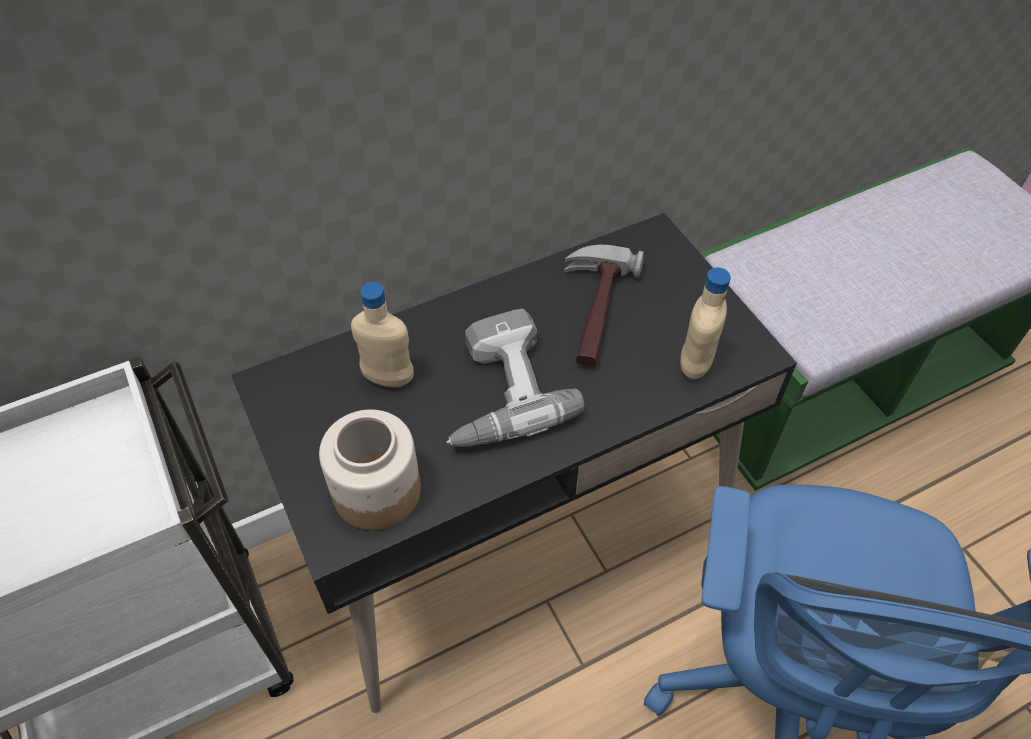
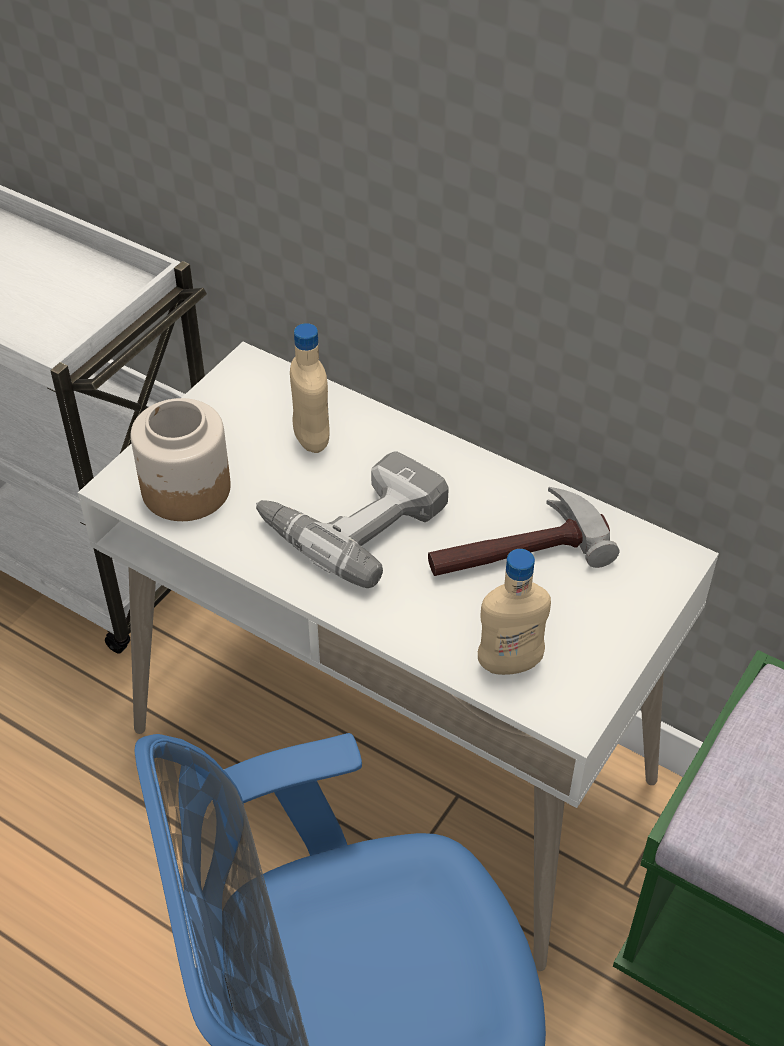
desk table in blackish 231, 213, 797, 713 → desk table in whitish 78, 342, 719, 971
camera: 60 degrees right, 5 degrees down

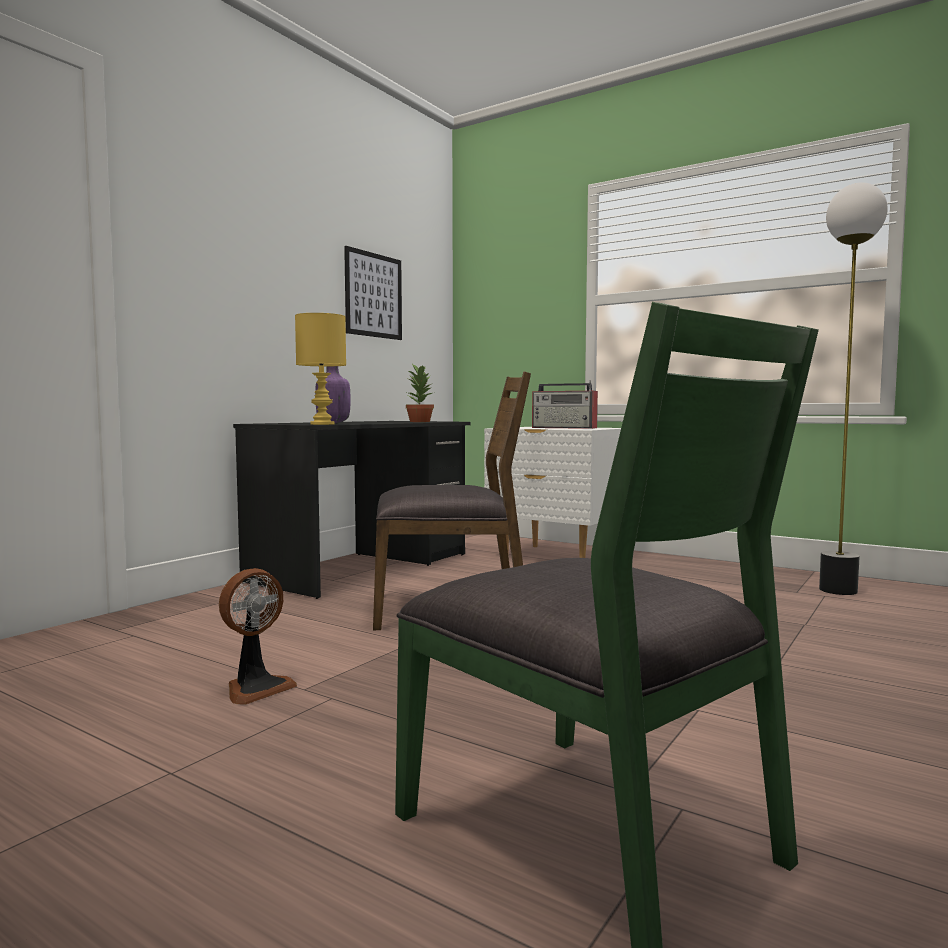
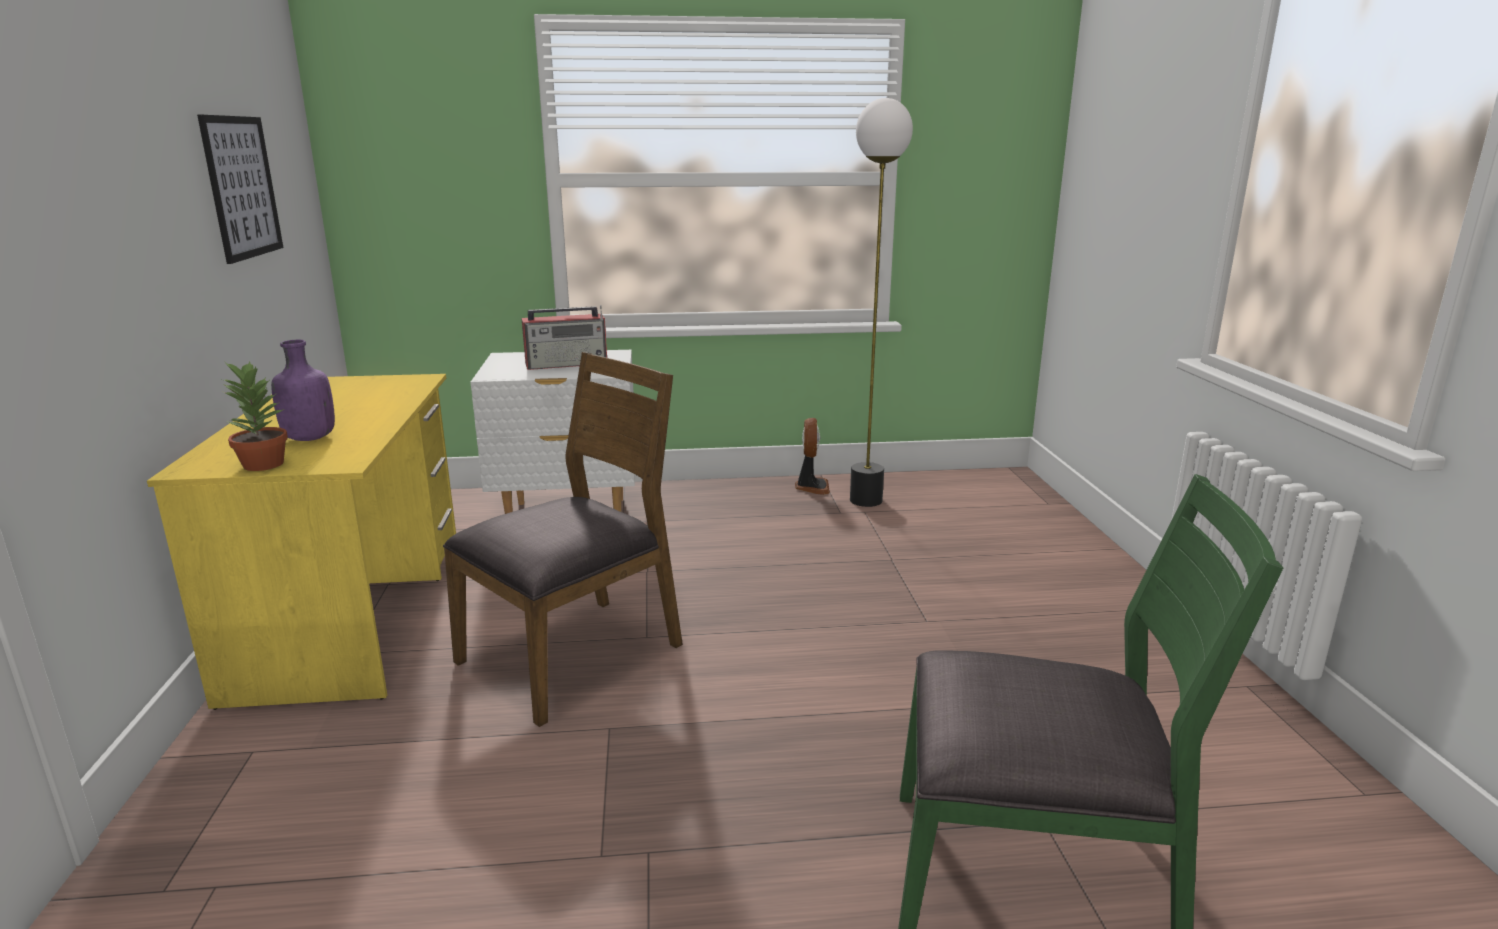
table lamp in yellow-coloured 295, 313, 346, 425 → -
potted plant 406, 364, 435, 422 → potted plant 222, 361, 288, 471, relocated
desk table in blackish 233, 421, 470, 599 → desk table in yellow-coloured 147, 374, 456, 710
fan 219, 568, 297, 705 → fan 795, 418, 830, 495, relocated
camera: 40 degrees left, 15 degrees up

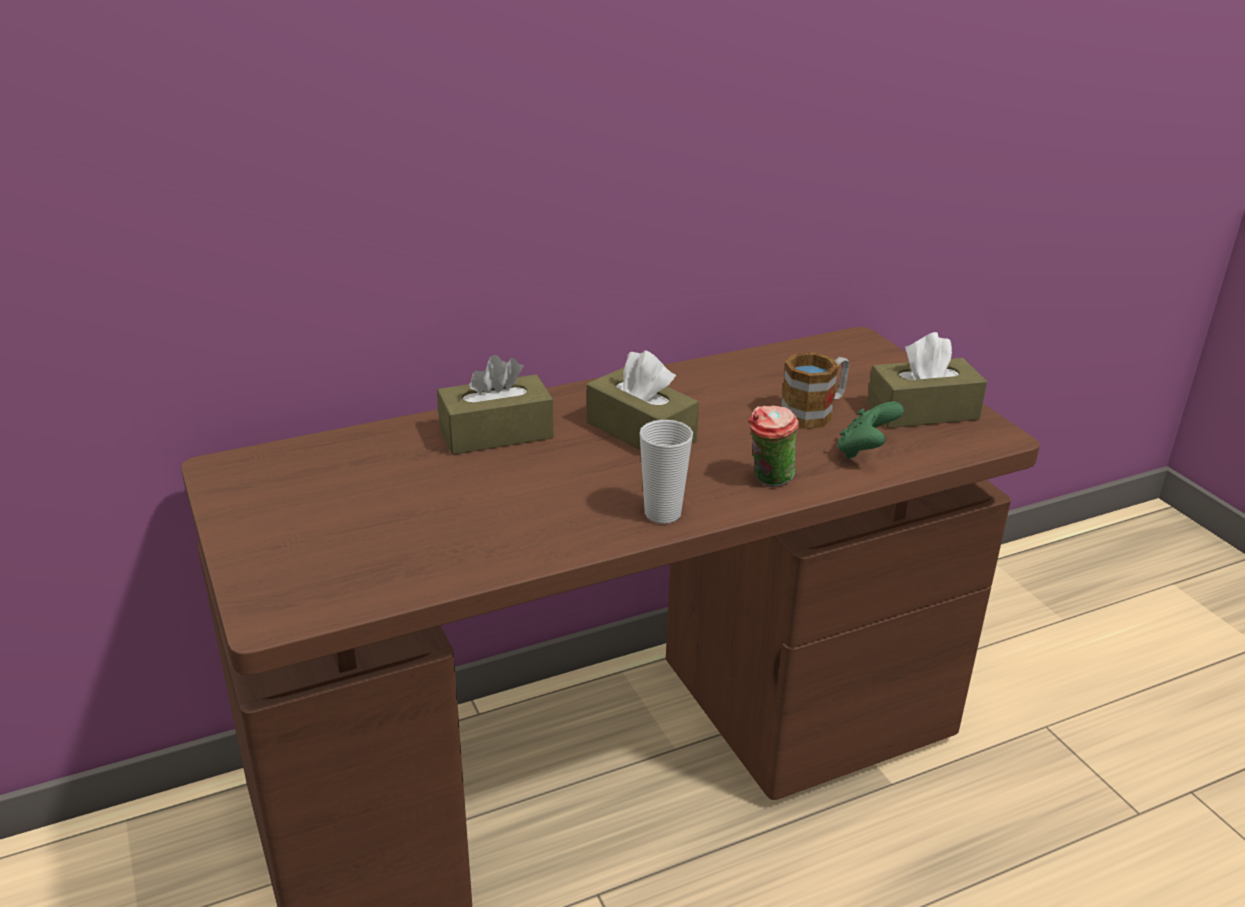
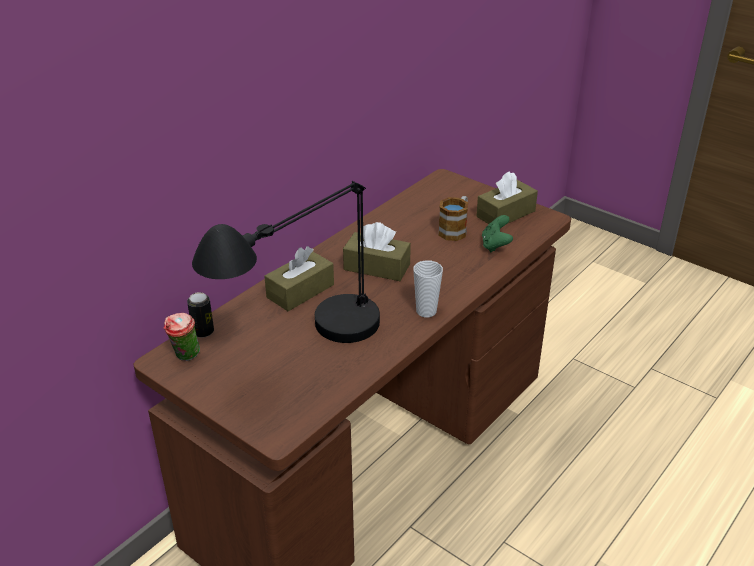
small cup 748, 406, 799, 487 → small cup 163, 313, 200, 361, relocated
- → table lamp in blackish 192, 181, 380, 343
- → can 187, 292, 214, 338
camera: 25 degrees left, 5 degrees up

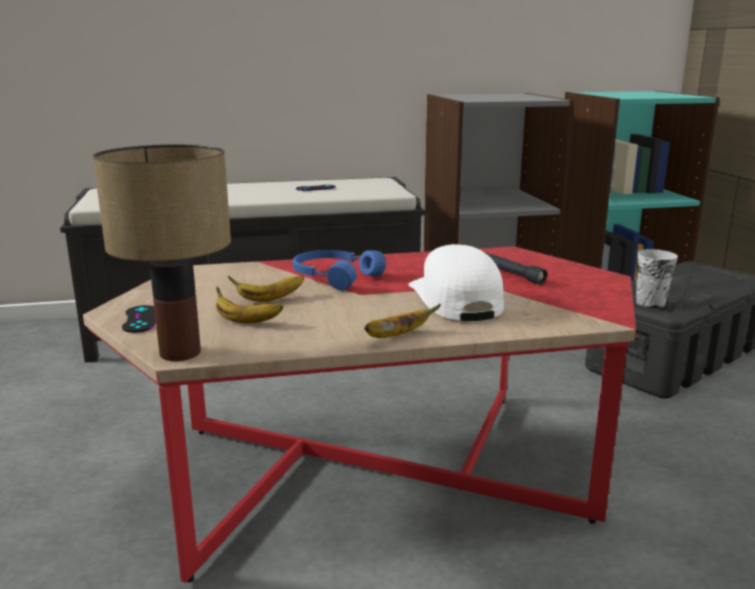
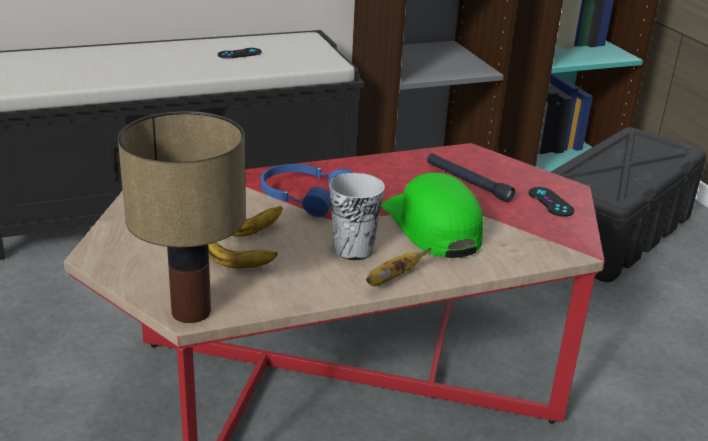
peaked cap in whitish 408, 244, 504, 321 → peaked cap in greenish 381, 173, 483, 258
small cup 636, 249, 678, 308 → small cup 329, 173, 385, 260, relocated
game controller in blackish 122, 305, 156, 333 → game controller in blackish 529, 187, 575, 217, relocated
camera: 10 degrees left, 10 degrees up

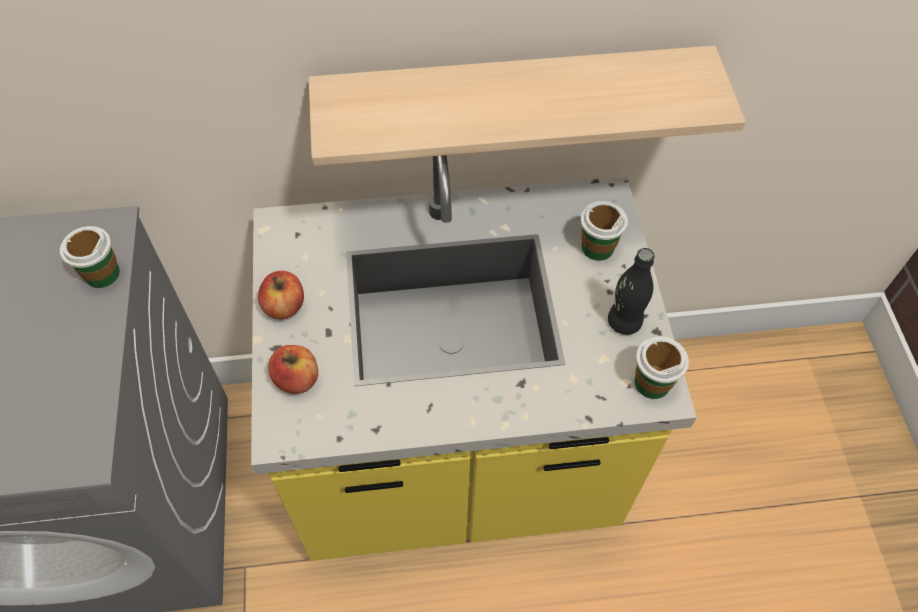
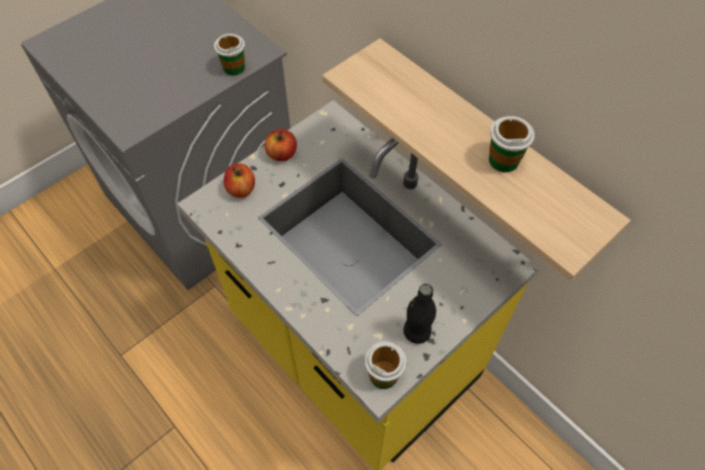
small cup 580, 201, 628, 261 → small cup 489, 116, 535, 172, relocated
camera: 55 degrees right, 0 degrees up

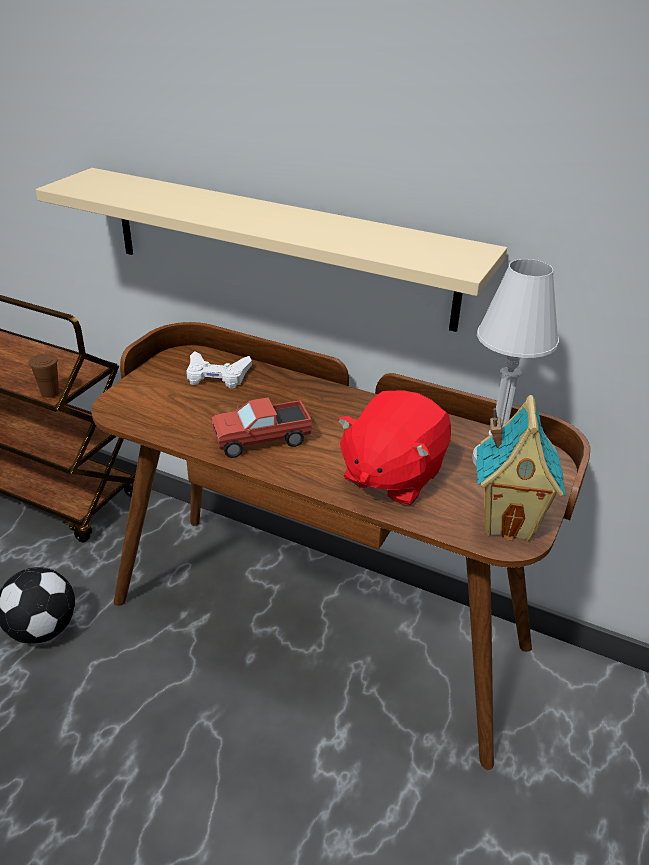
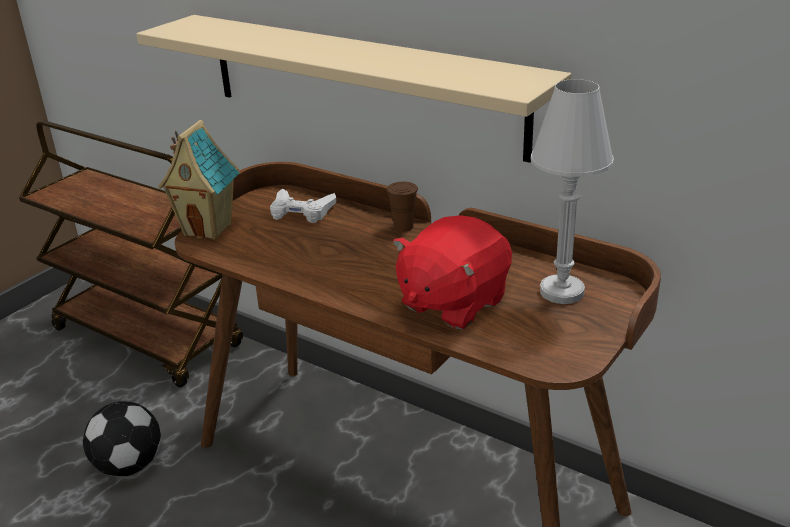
small cup in brownish 29, 354, 59, 398 → small cup in brownish 387, 182, 418, 232, relocated
model house 477, 395, 565, 542 → model house 158, 120, 239, 240, relocated
toy truck 211, 398, 312, 458 → -
camera: 10 degrees right, 5 degrees down

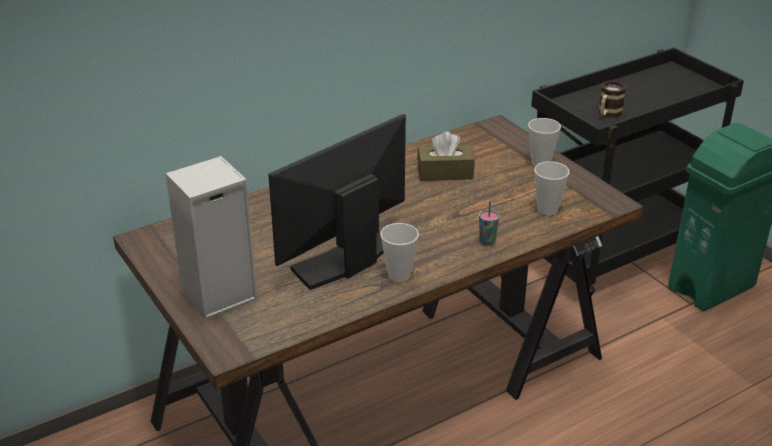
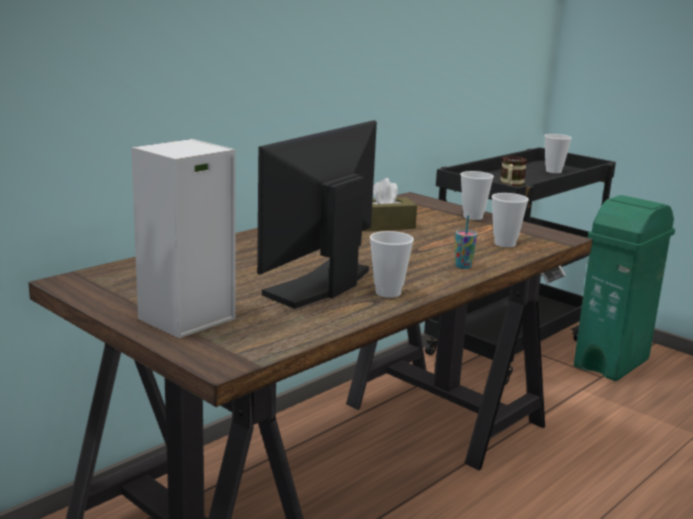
- → small cup 545, 134, 572, 173
camera: 15 degrees left, 15 degrees down

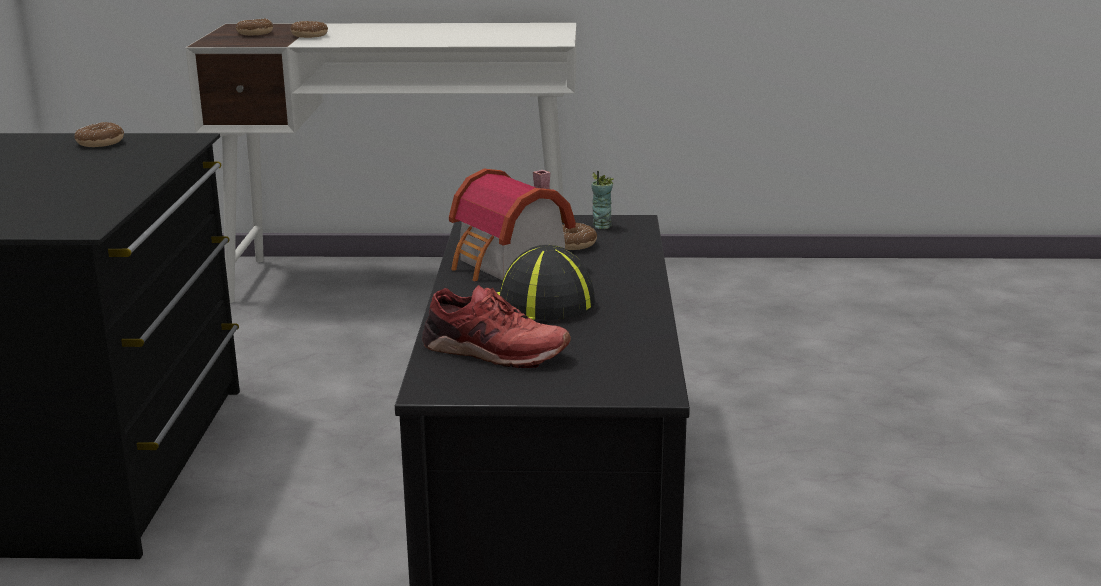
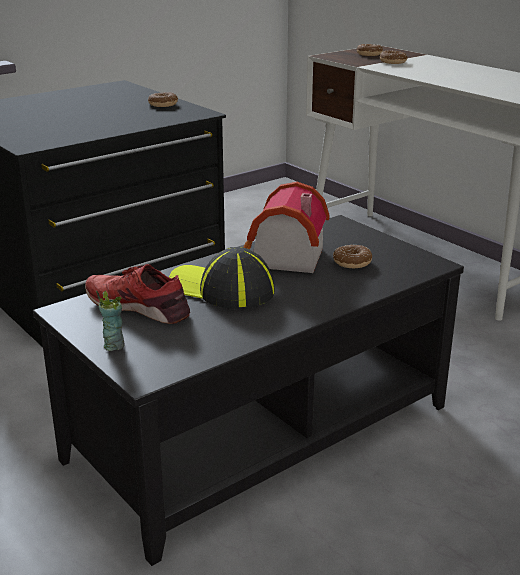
small cup 591, 171, 614, 229 → small cup 96, 290, 125, 351, relocated
low shoe in red-coloured 422, 285, 571, 368 → low shoe in red-coloured 85, 264, 190, 324, 135 degrees clockwise
camera: 50 degrees right, 5 degrees up

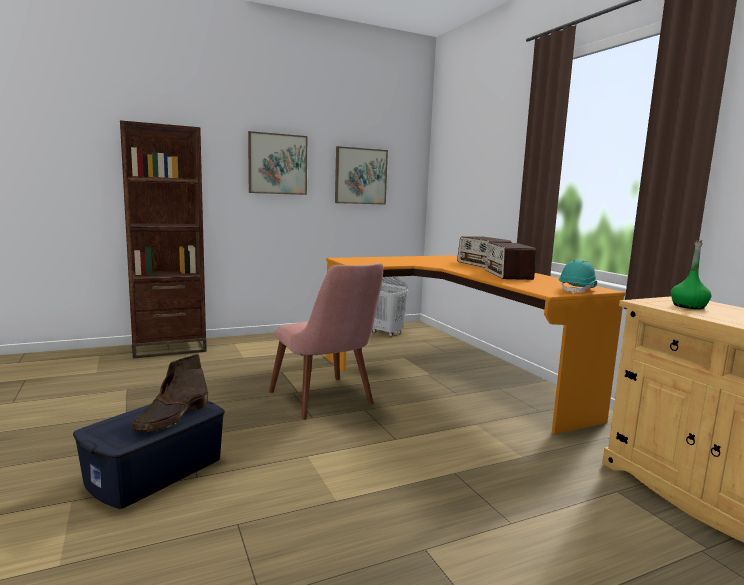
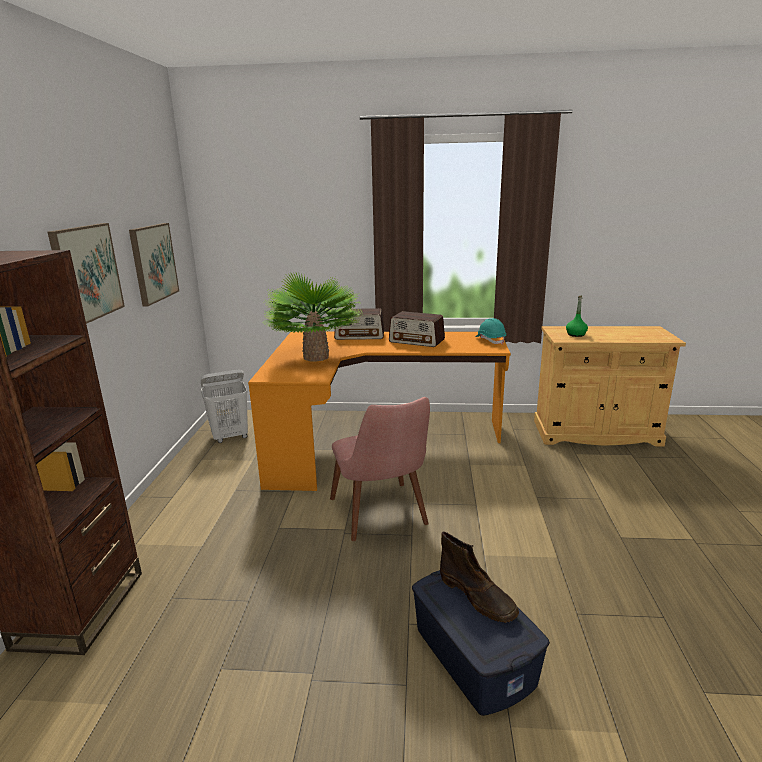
chair in pink-coloured 269, 263, 383, 420 → chair in pink-coloured 330, 397, 430, 541, 75 degrees clockwise
- → potted plant 264, 272, 362, 361
camera: 60 degrees left, 10 degrees up

